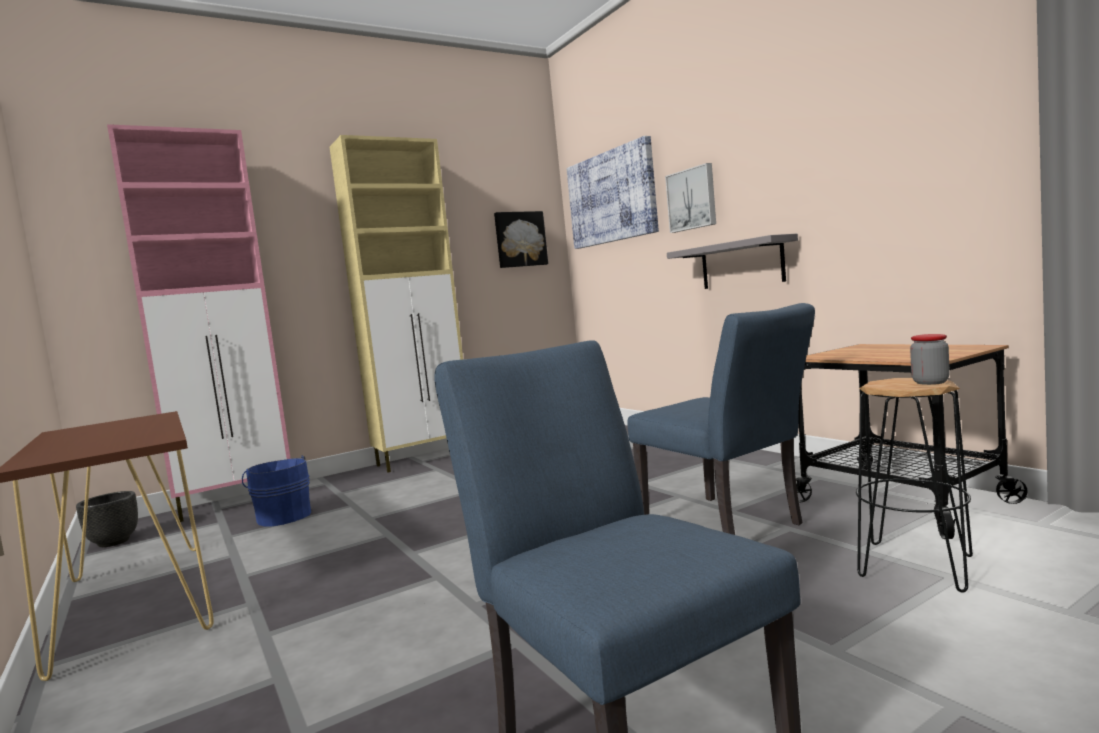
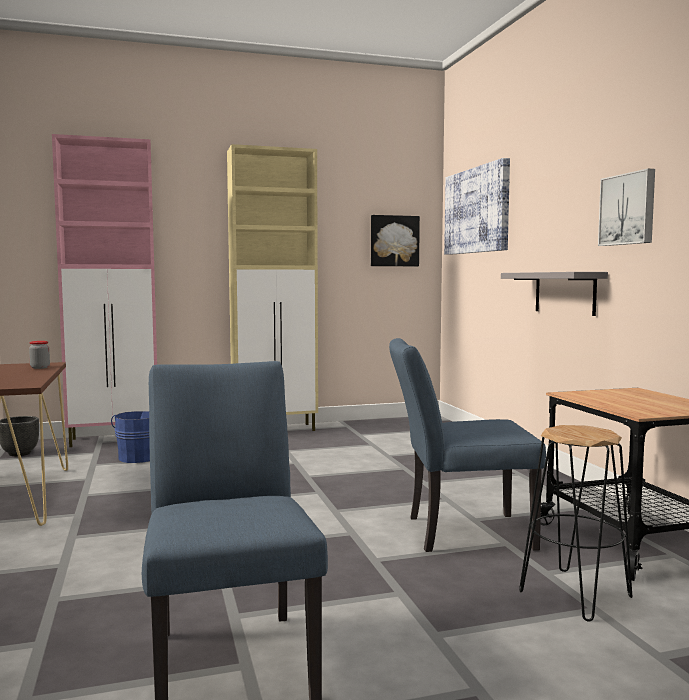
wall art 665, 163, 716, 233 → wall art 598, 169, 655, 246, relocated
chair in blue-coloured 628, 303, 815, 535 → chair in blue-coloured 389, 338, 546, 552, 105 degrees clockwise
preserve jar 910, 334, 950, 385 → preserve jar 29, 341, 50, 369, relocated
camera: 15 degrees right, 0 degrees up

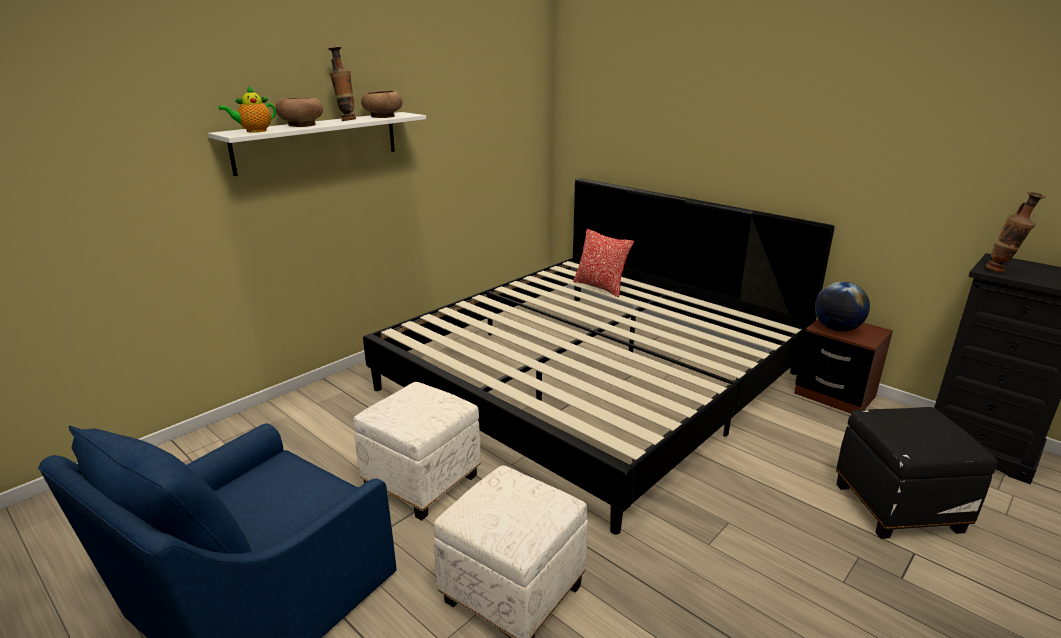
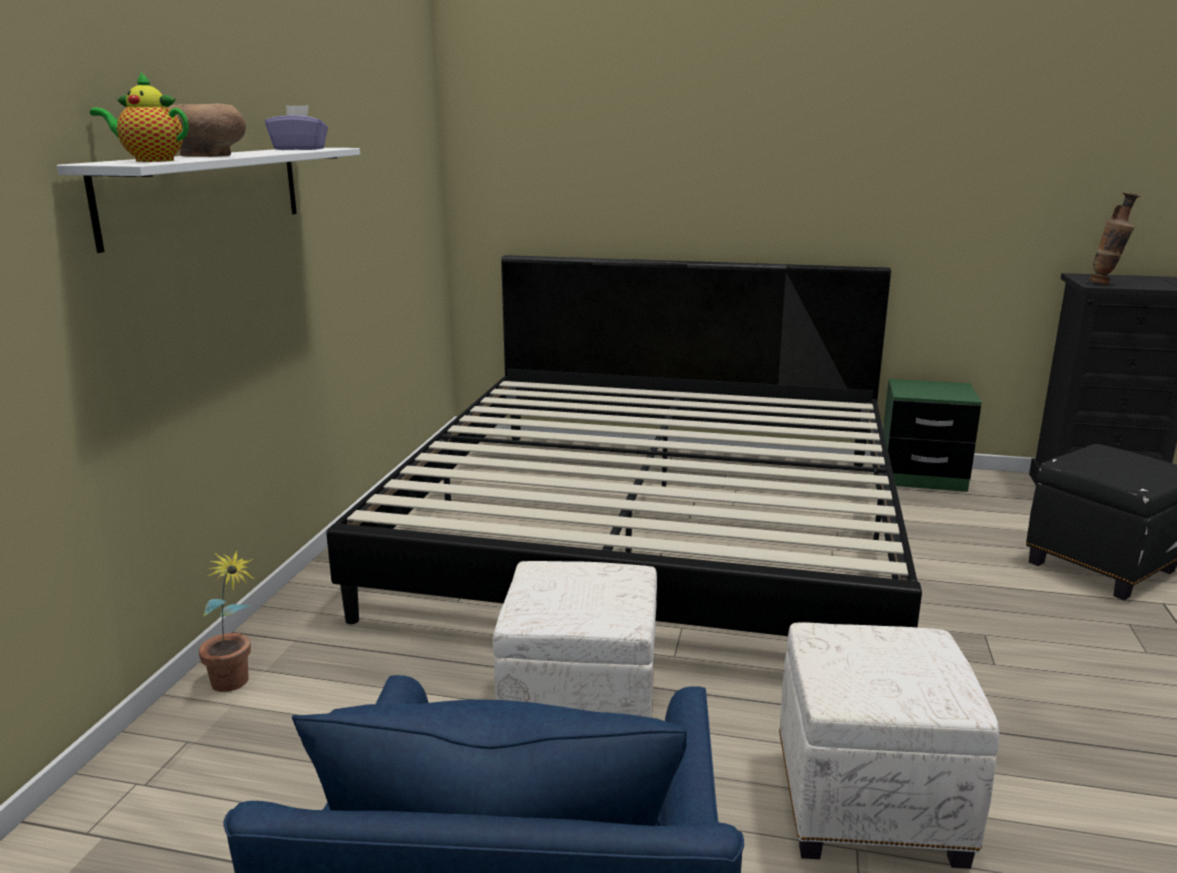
flower vase 328, 47, 356, 121 → -
teapot 218, 86, 276, 133 → teapot 90, 72, 189, 162, 75 degrees clockwise
serving bowl in brownish 361, 90, 402, 118 → tissue holder in purplish 265, 105, 328, 150
throw pillow 573, 229, 634, 297 → -
desk globe 815, 282, 870, 331 → -
night table in brownish 794, 319, 893, 414 → night table in greenish 883, 379, 982, 492
- → potted plant 199, 550, 255, 692
camera: 30 degrees left, 5 degrees down

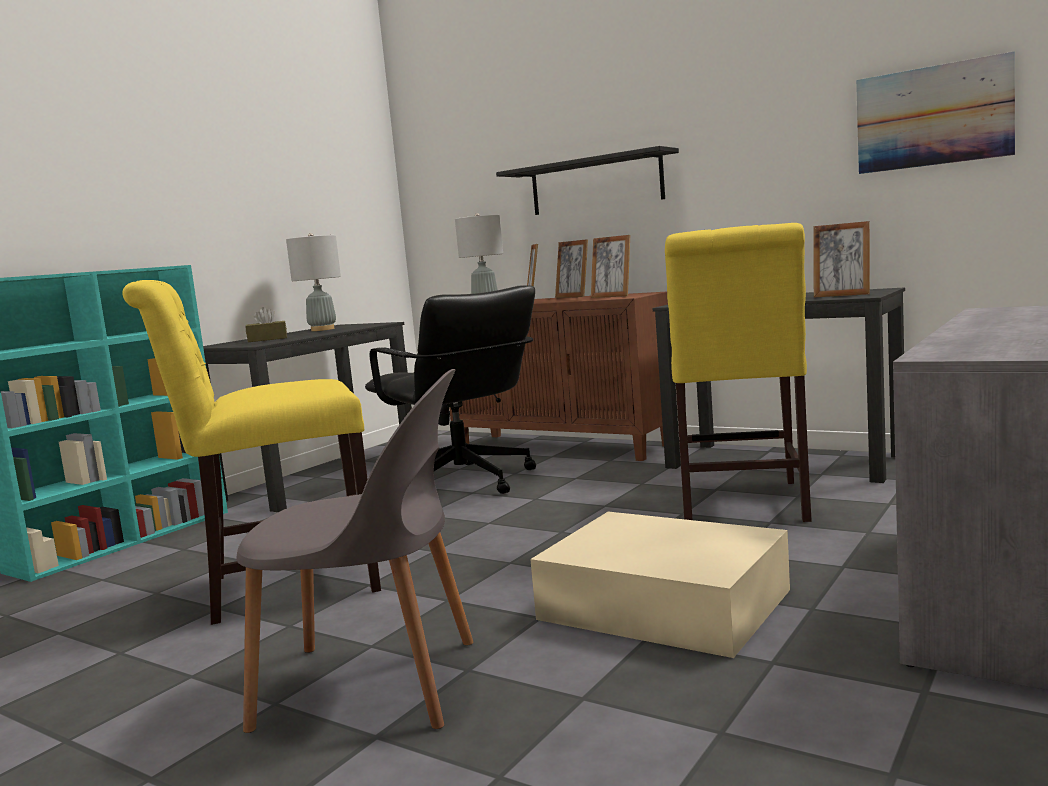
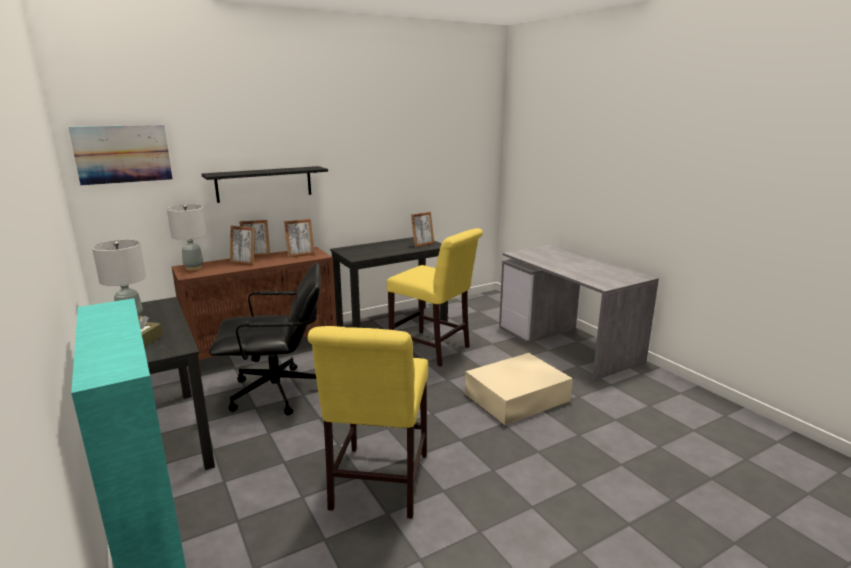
wall art 856, 51, 1015, 174 → wall art 68, 125, 172, 185, relocated
chair in gray 236, 369, 474, 733 → -
camera: 65 degrees left, 10 degrees up

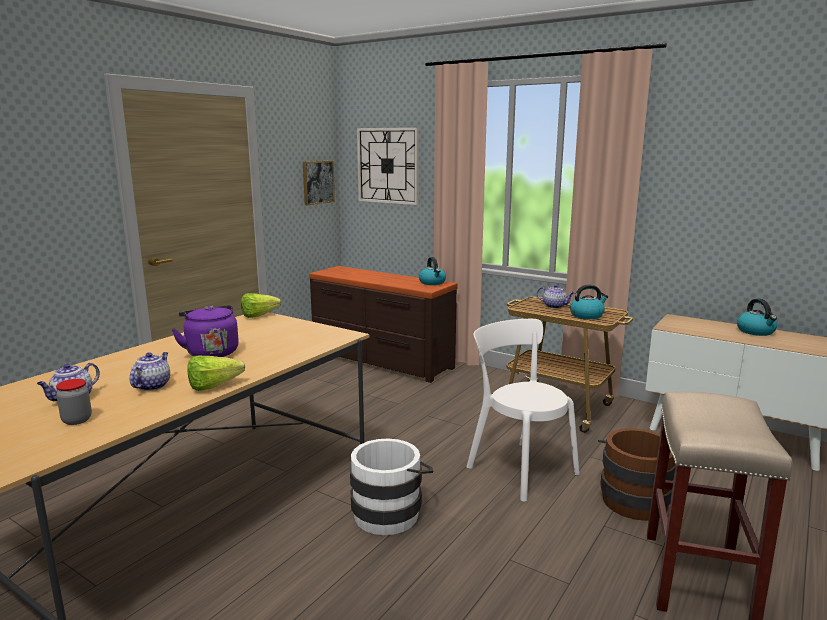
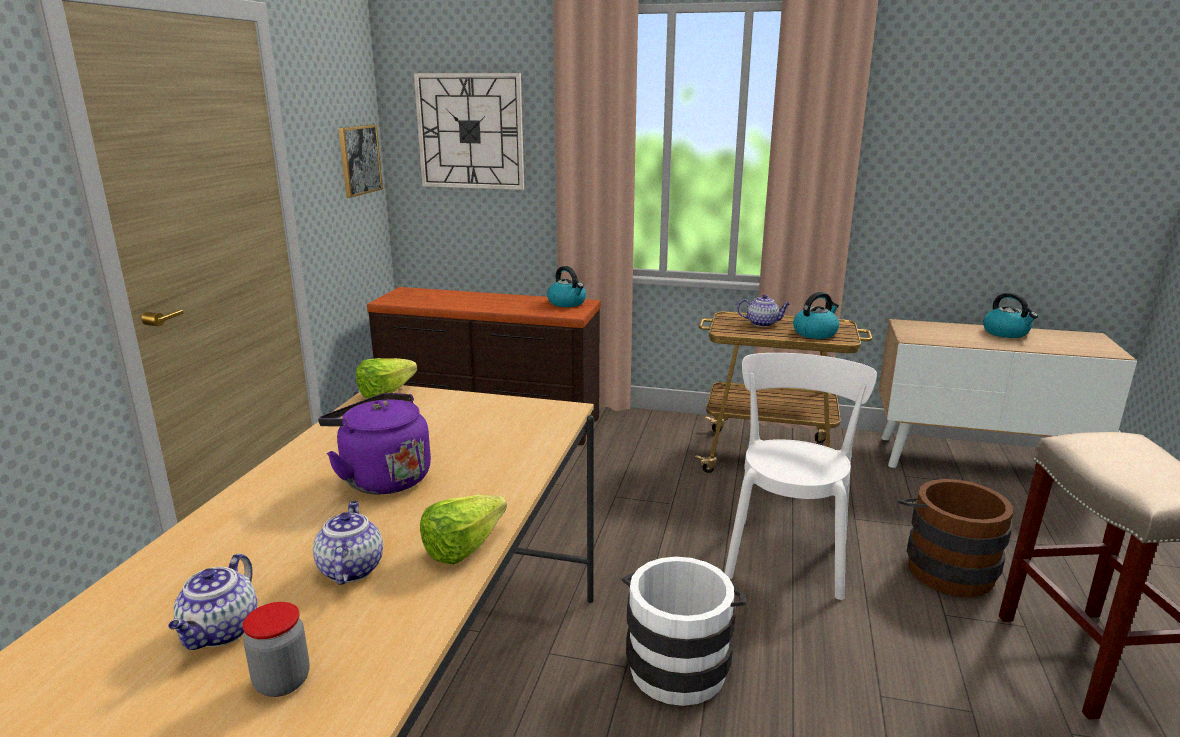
chair in whitish 466, 319, 580, 502 → chair in whitish 725, 353, 877, 600, 75 degrees clockwise
camera: 20 degrees left, 5 degrees up

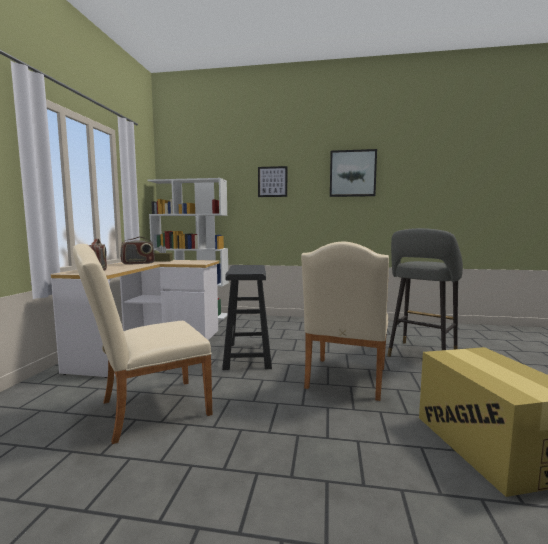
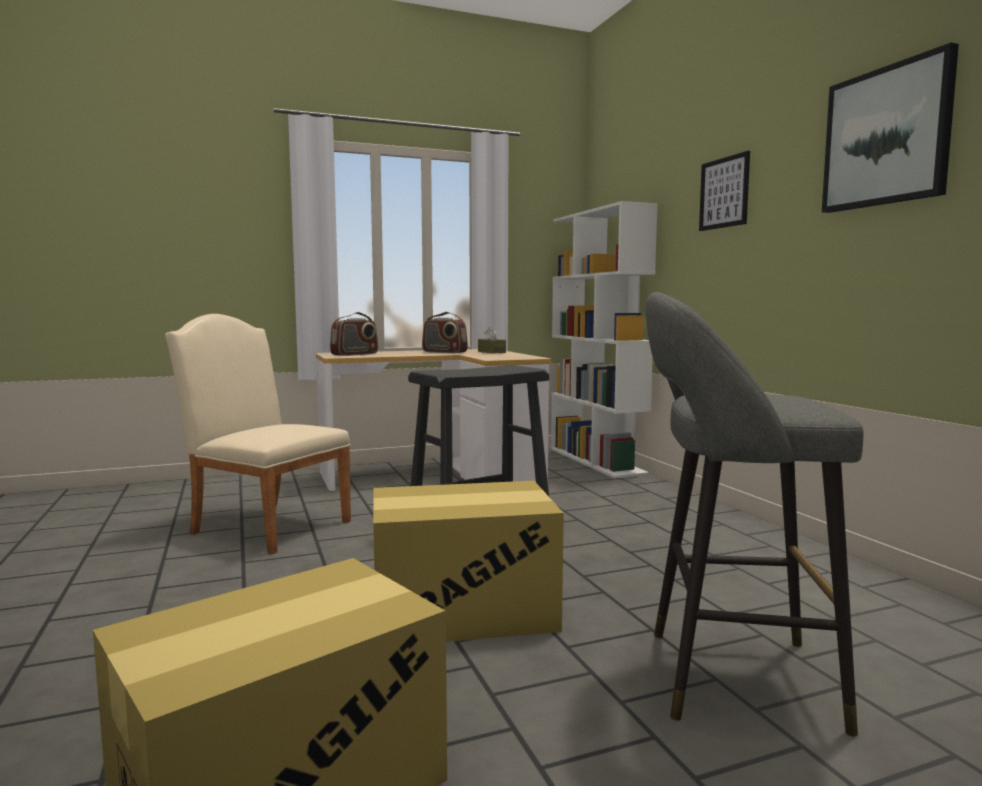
chair in beige-coloured 301, 241, 389, 401 → packing box 373, 481, 564, 642
camera: 60 degrees right, 0 degrees up

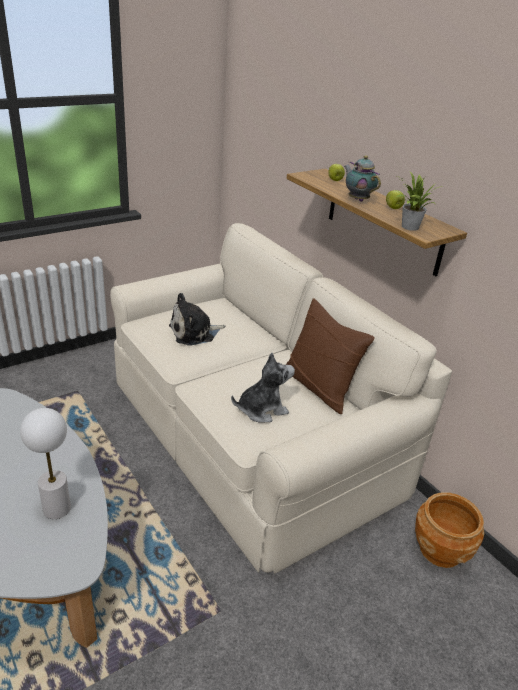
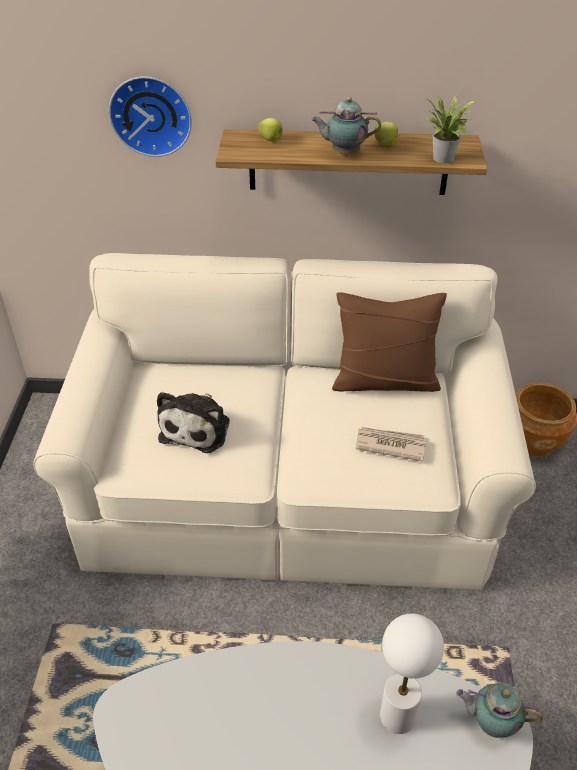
plush toy 231, 353, 295, 422 → printed paper 356, 427, 427, 462
- → clock on the wall 109, 76, 192, 157
- → teapot 456, 682, 543, 738
camera: 50 degrees left, 10 degrees up

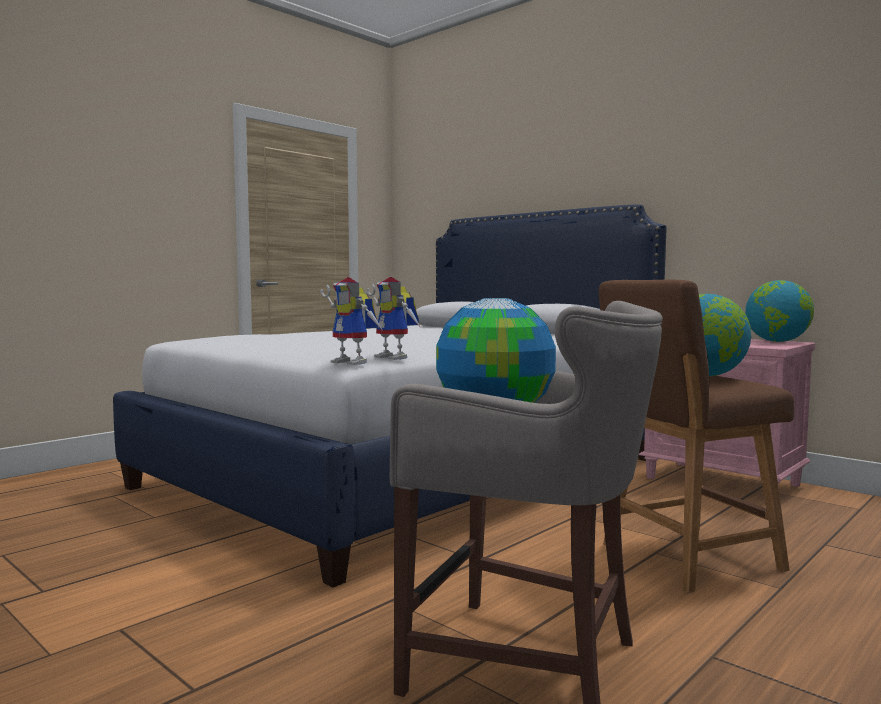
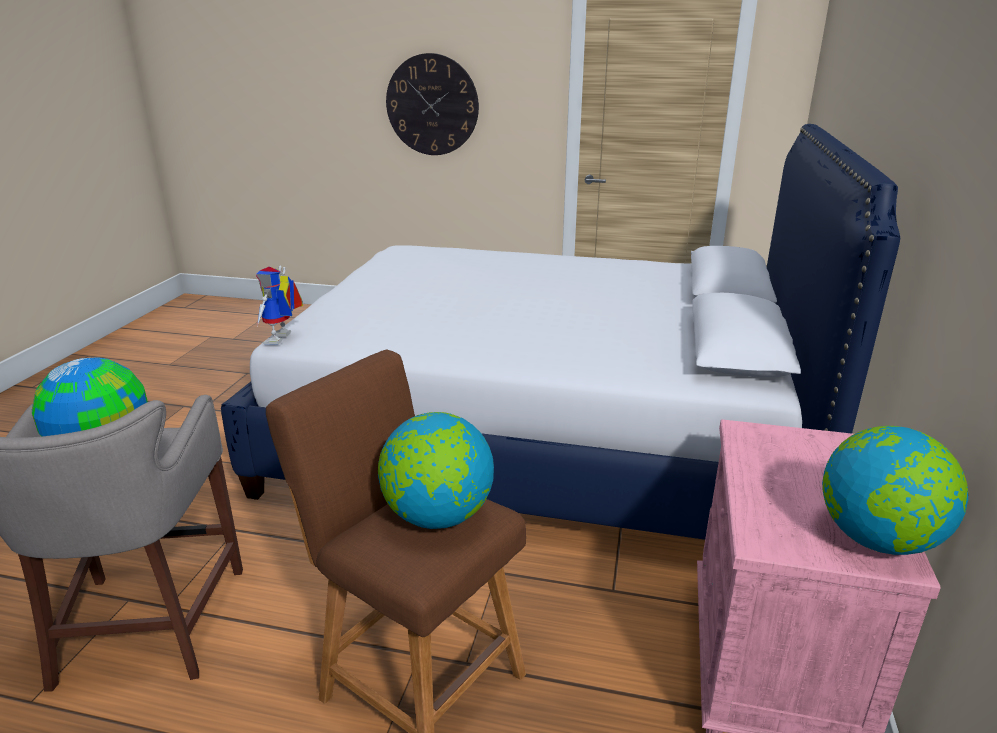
robot figure 367, 277, 421, 360 → -
- → clock on the wall 386, 53, 479, 155
camera: 60 degrees right, 20 degrees up

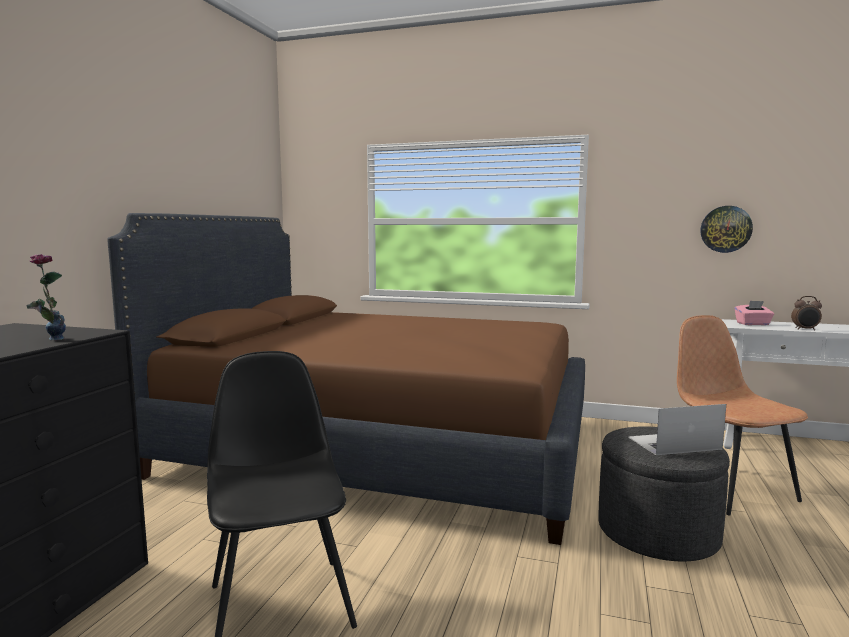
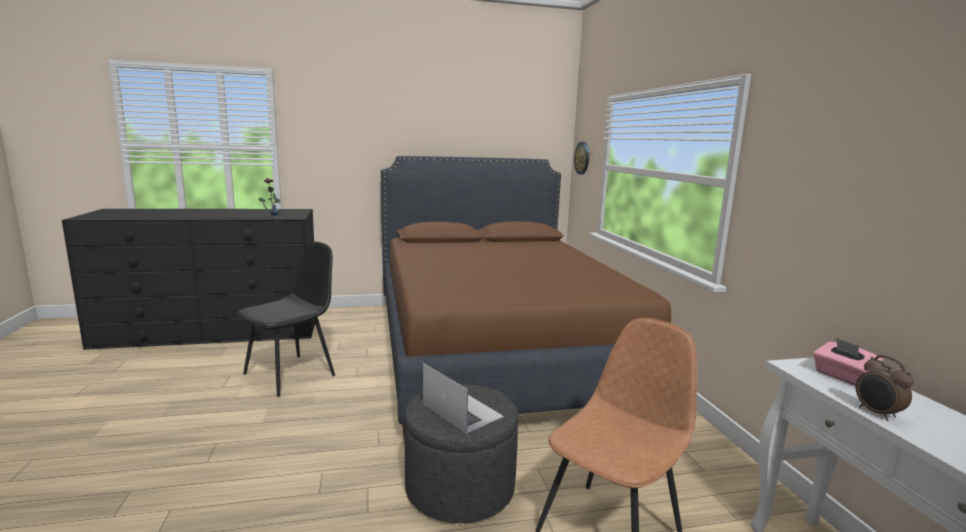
clock on the wall 700, 206, 753, 253 → clock on the wall 574, 142, 589, 175, relocated
camera: 60 degrees right, 5 degrees up

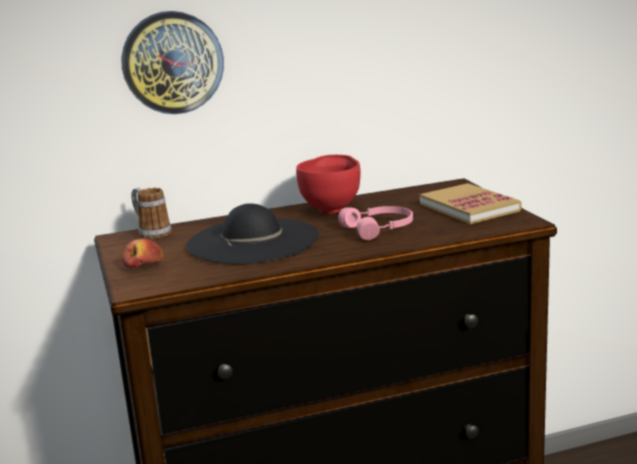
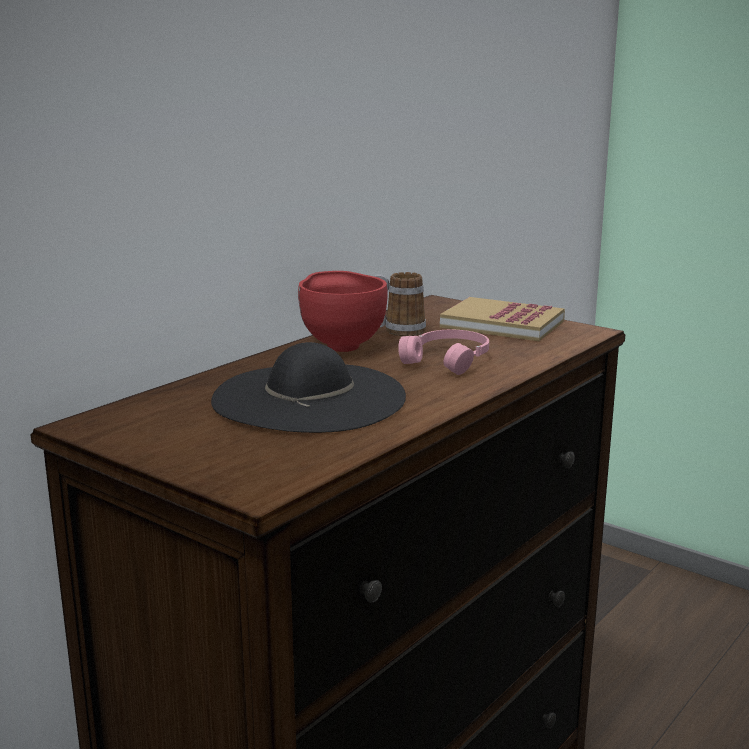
clock on the wall 121, 11, 224, 114 → -
mug 131, 188, 171, 239 → mug 374, 272, 426, 336, relocated
apple fruit 122, 239, 164, 269 → -
camera: 35 degrees left, 0 degrees up

